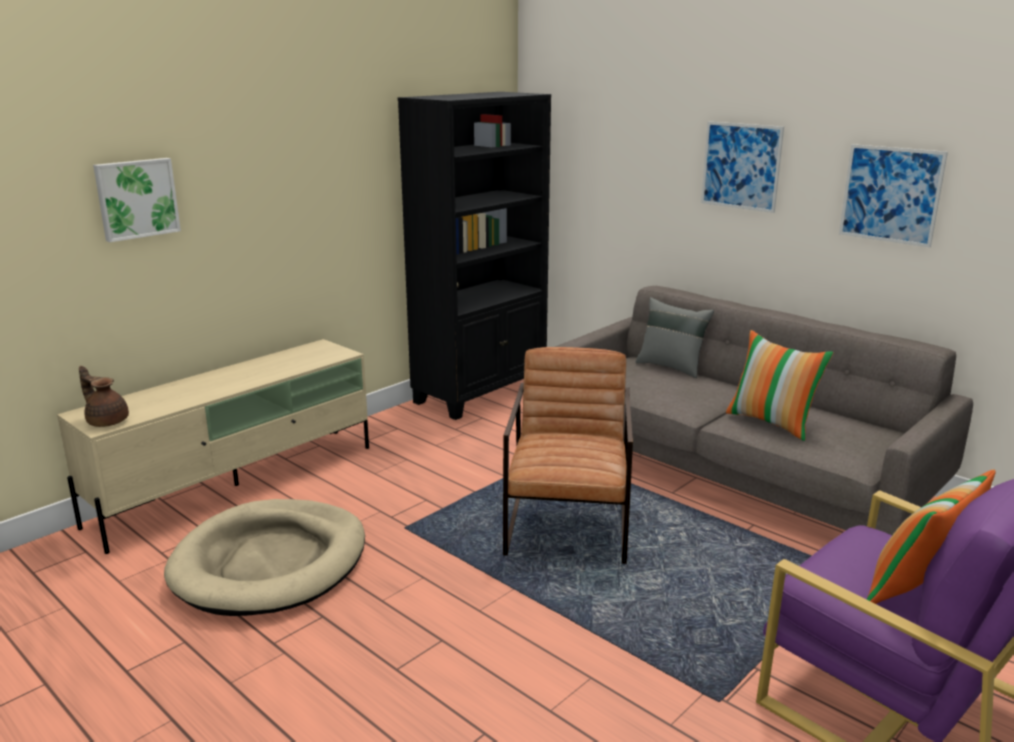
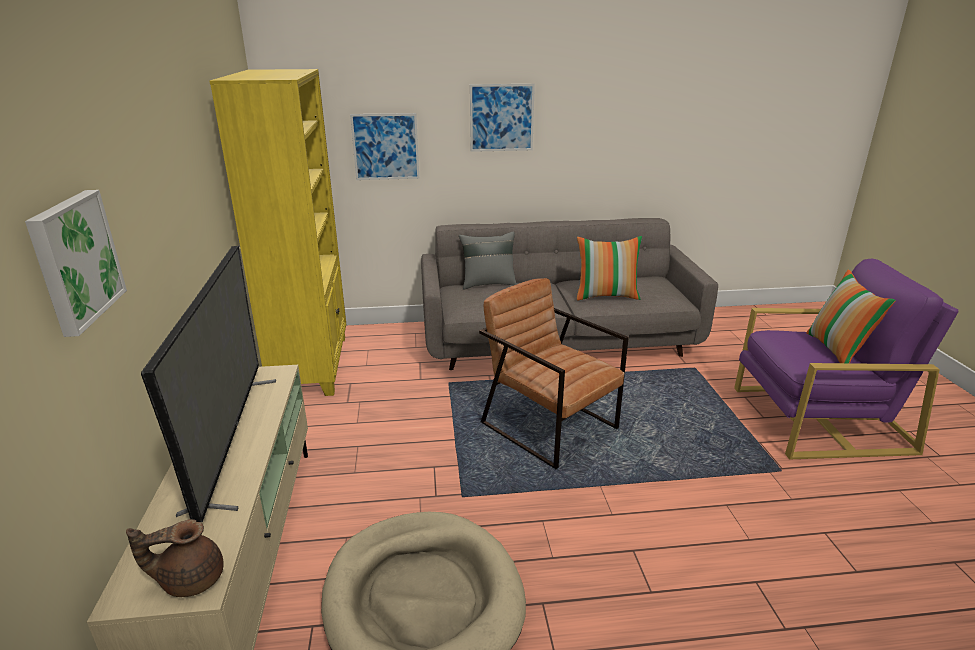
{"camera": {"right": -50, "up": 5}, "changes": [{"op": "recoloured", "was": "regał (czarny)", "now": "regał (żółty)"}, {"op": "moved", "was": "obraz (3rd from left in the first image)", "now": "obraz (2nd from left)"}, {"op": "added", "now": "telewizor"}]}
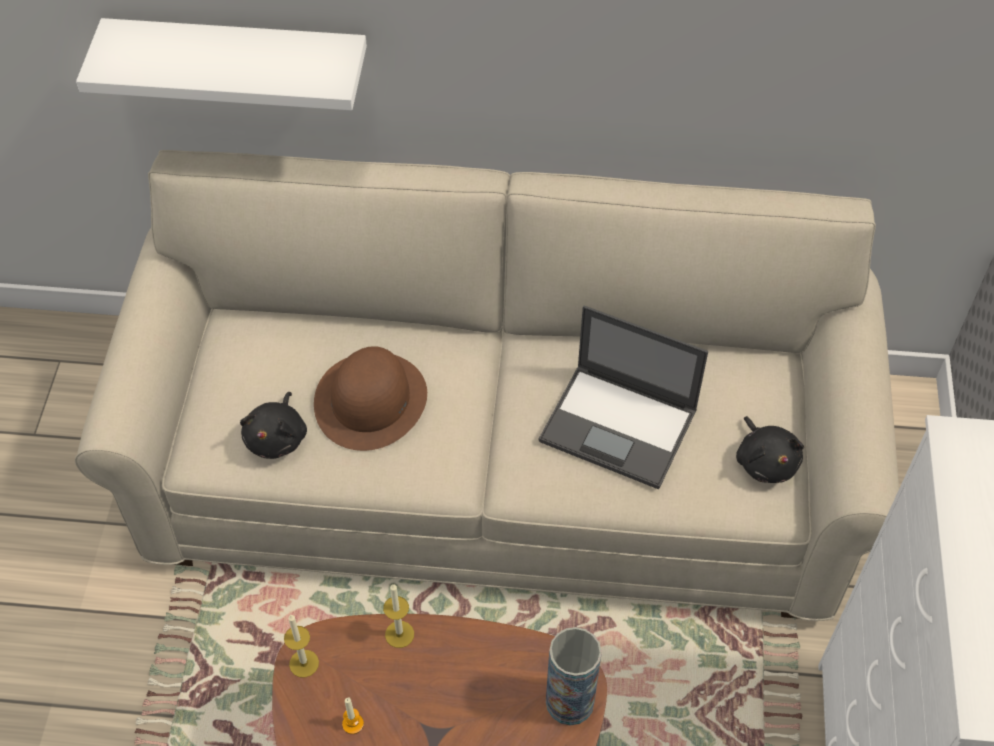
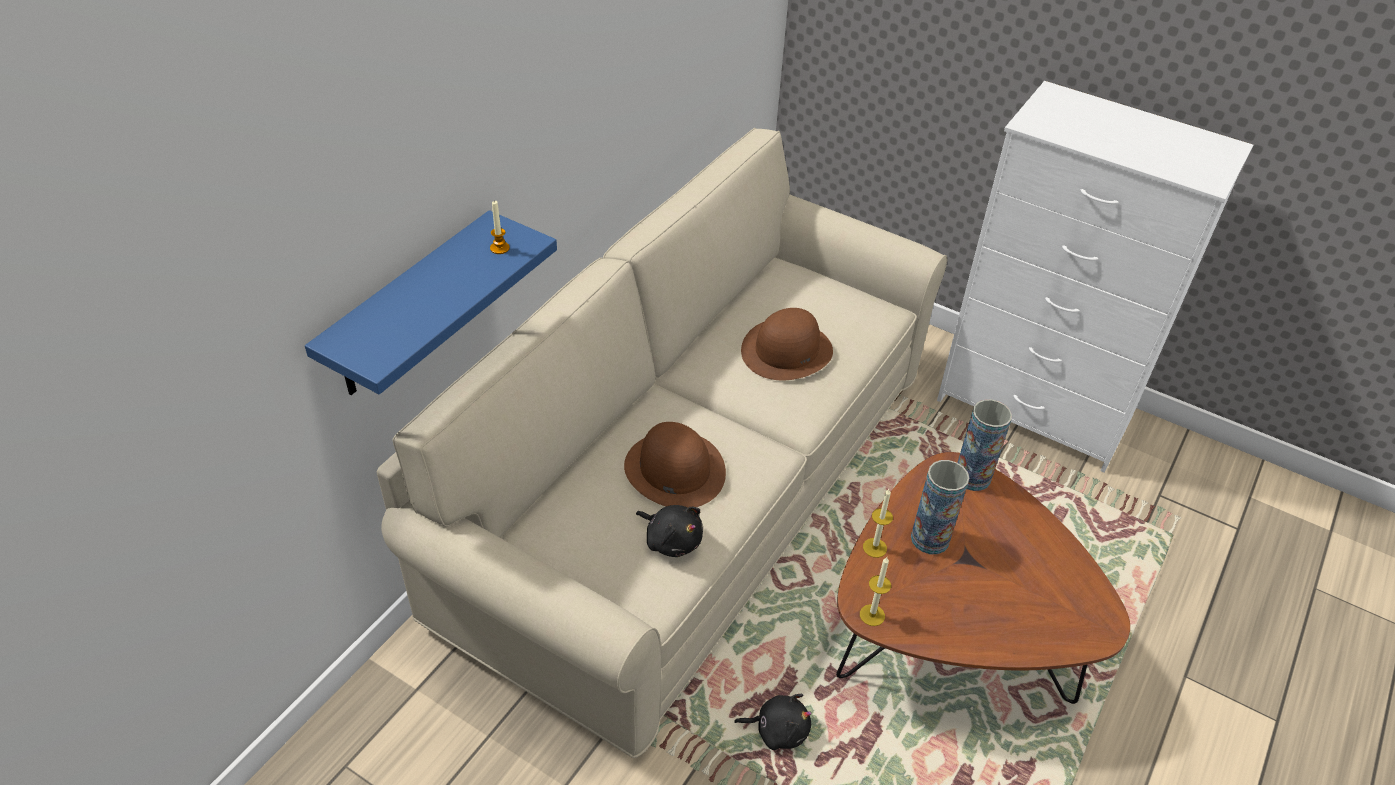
{"camera": {"right": -65, "up": -10}, "changes": [{"op": "recoloured", "was": "półka (biały)", "now": "półka (niebieski)"}, {"op": "replaced", "was": "laptop", "now": "kapelusz (brązowy) (2nd from left)"}, {"op": "moved", "was": "pluszak (czarny) (2nd from left)"}, {"op": "moved", "was": "świeca (2nd from left in the first image)", "now": "świeca (1st from left)"}, {"op": "added", "now": "wazon (1st from left)"}]}
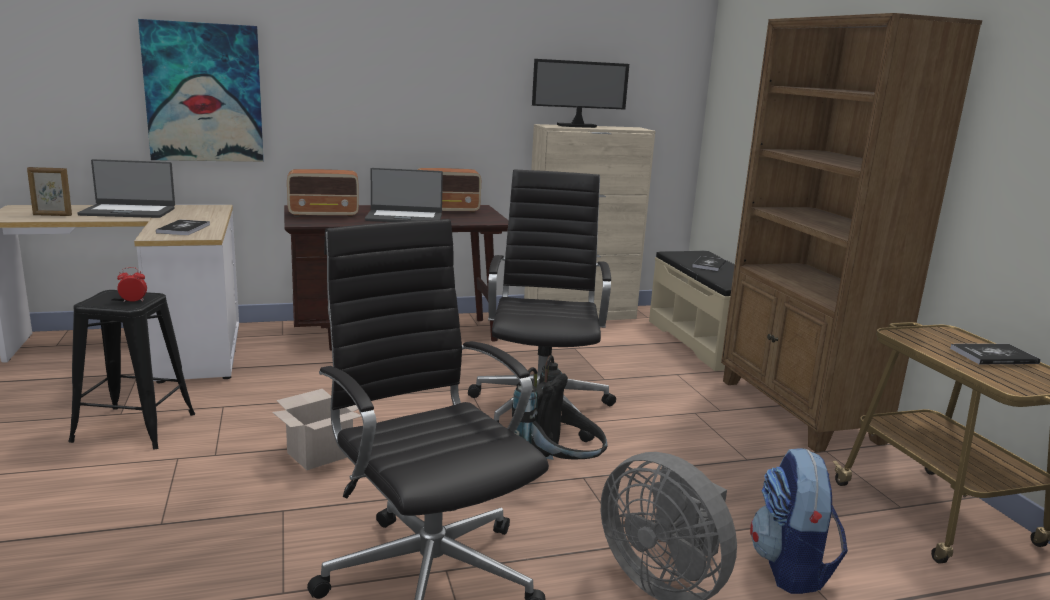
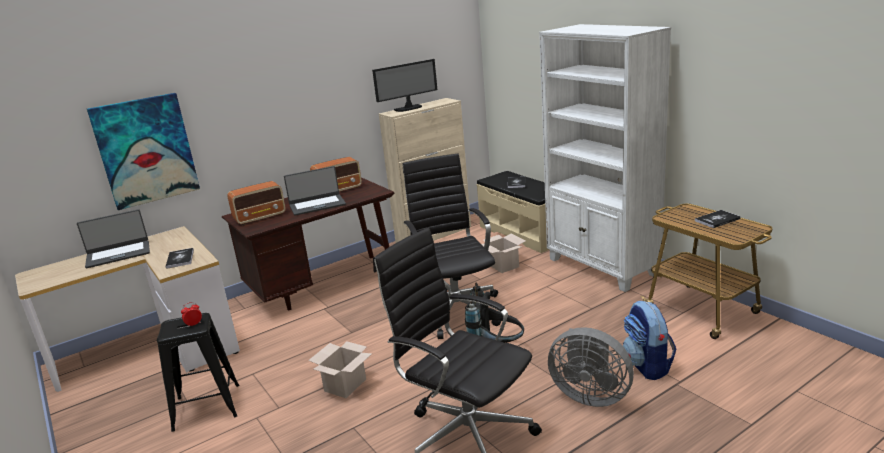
{"camera": {"right": -15, "up": 5}, "changes": [{"op": "recoloured", "was": "regał (brązowy)", "now": "regał (biały)"}, {"op": "removed", "was": "ramka na zdjęcie"}, {"op": "added", "now": "karton (2nd from left)"}]}
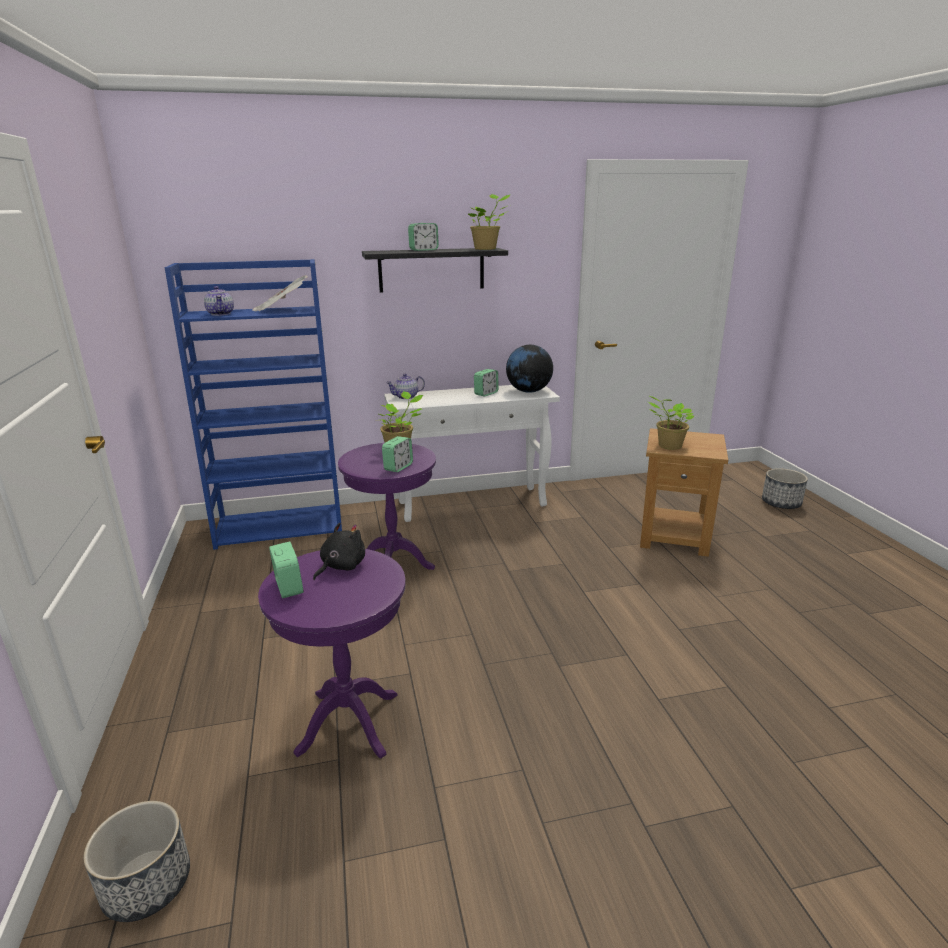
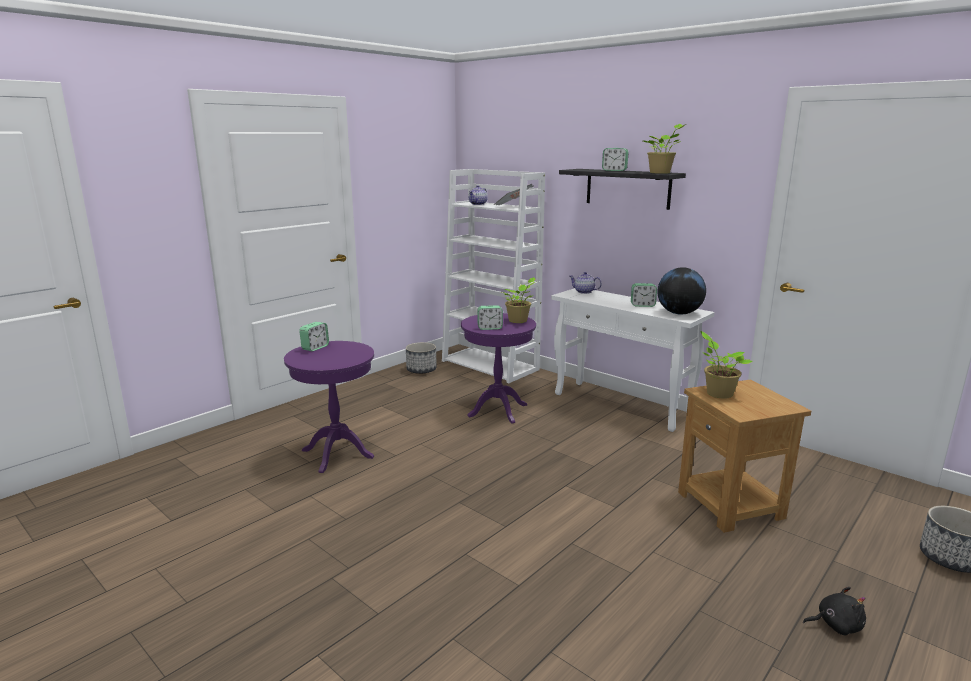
{"camera": {"right": 55, "up": -5}, "changes": [{"op": "recoloured", "was": "regał (niebieski)", "now": "regał (biały)"}, {"op": "moved", "was": "pluszak (czarny)"}, {"op": "moved", "was": "donica (1st from left)"}]}
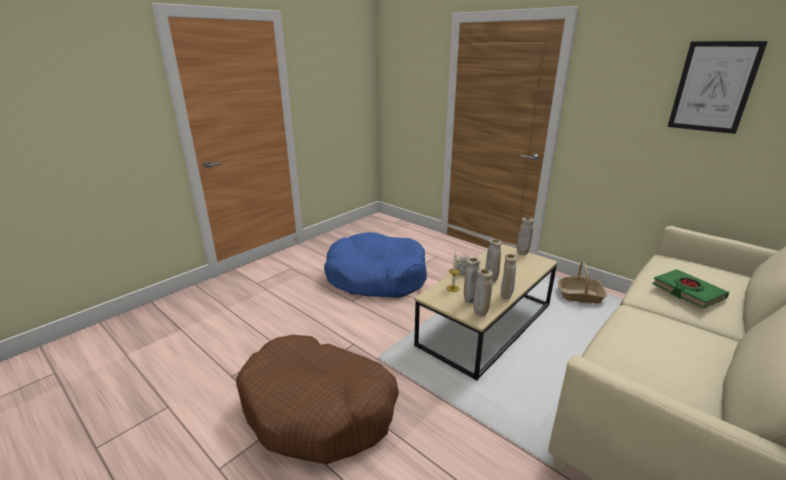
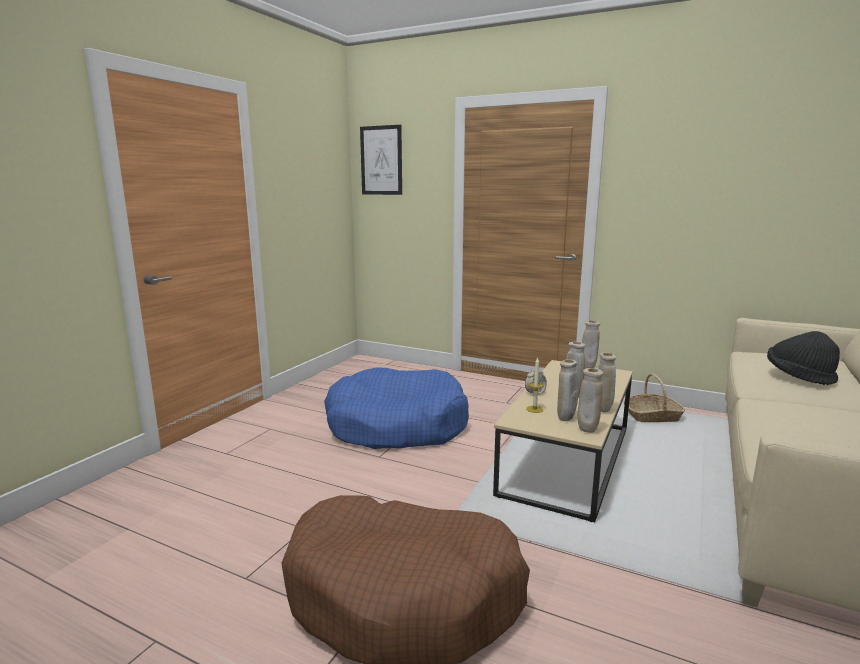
{"camera": {"right": -15, "up": -10}, "changes": [{"op": "moved", "was": "obraz"}, {"op": "replaced", "was": "książka (zielony)", "now": "kapelusz (czarny)"}]}
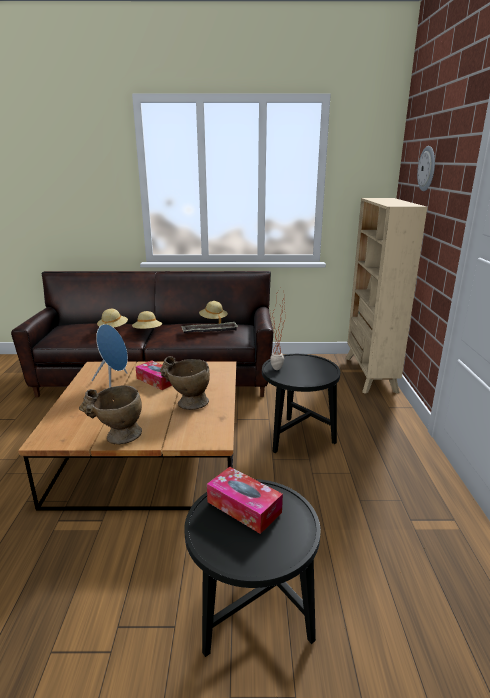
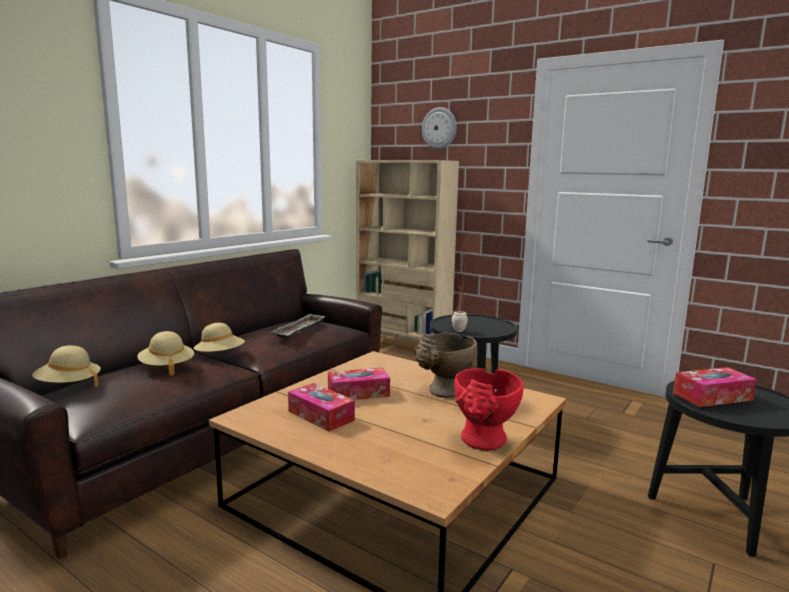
{"camera": {"right": -55, "up": -10}, "changes": [{"op": "moved", "was": "kapelusz (beżowy) (3rd from left in the first image)", "now": "kapelusz (beżowy) (1st from left)"}, {"op": "replaced", "was": "głośnik (niebieski)", "now": "pudełko chusteczek (1st from left)"}, {"op": "recoloured", "was": "wazon (beżowy) (1st from left)", "now": "wazon (czerwony)"}]}
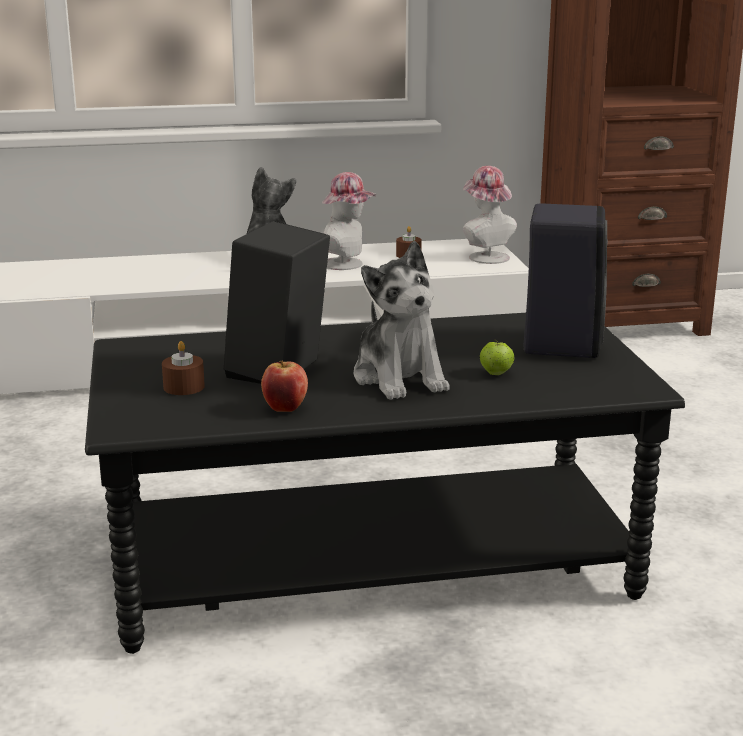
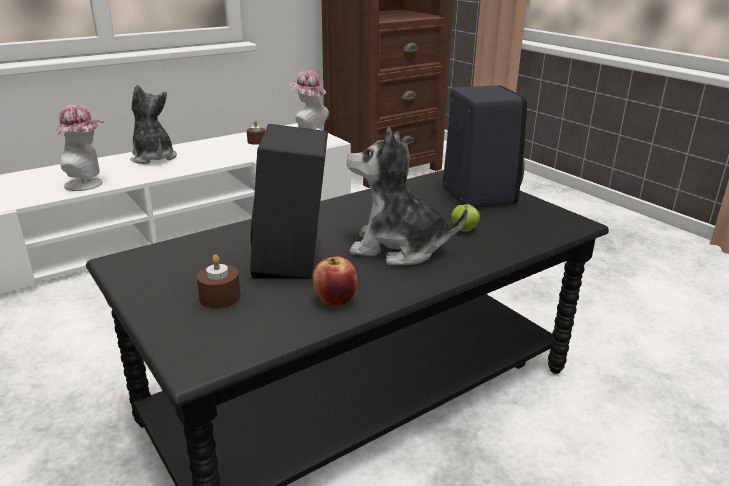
{"camera": {"right": -25, "up": 5}, "changes": [{"op": "moved", "was": "kapelusz (1st from left)"}, {"op": "turned", "was": "pluszak (2nd from left)", "clockwise": 150}]}
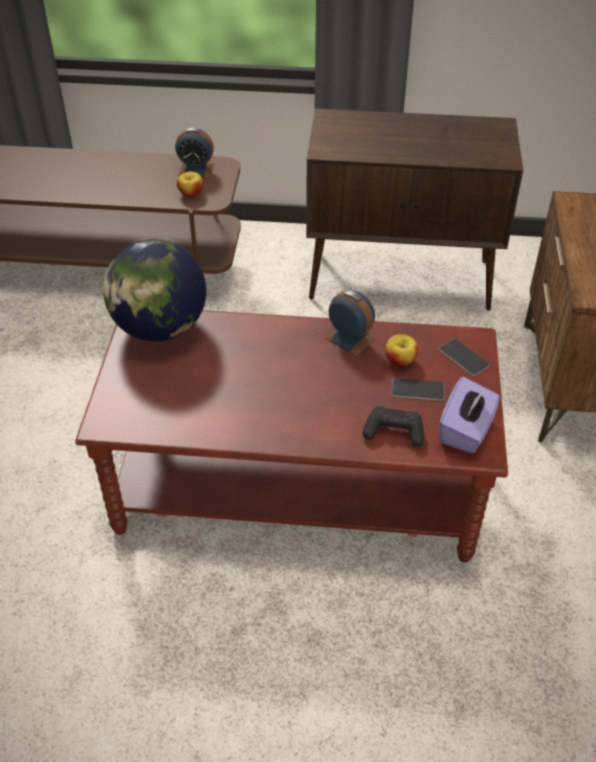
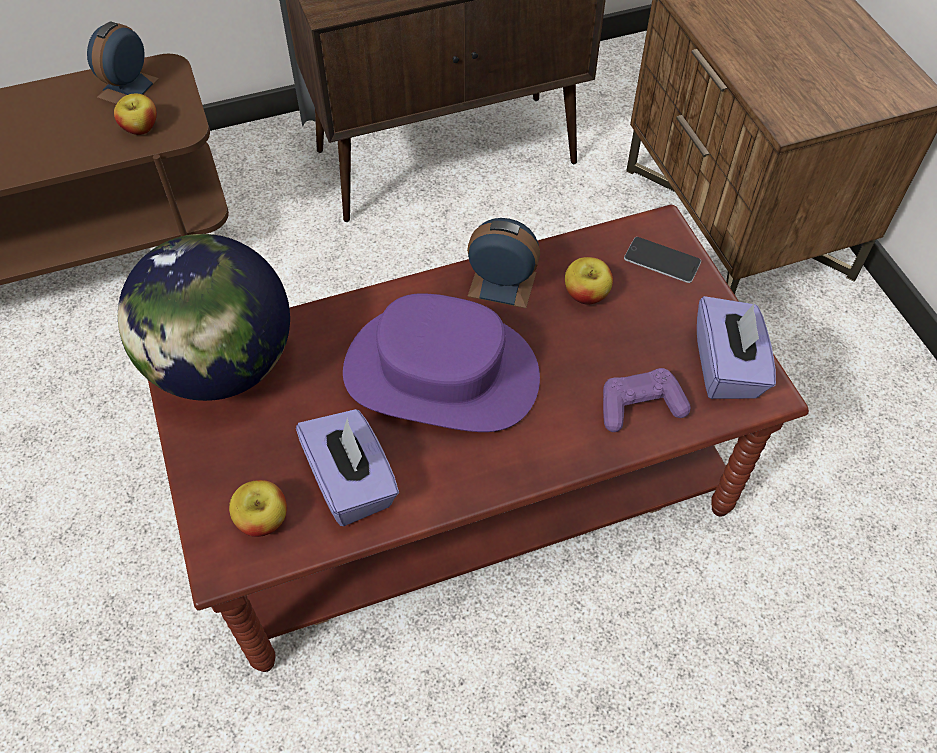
{"camera": {"right": -25, "up": 10}, "changes": [{"op": "turned", "was": "budzik (1st from left)", "clockwise": 135}, {"op": "removed", "was": "telefon (1st from left)"}, {"op": "recoloured", "was": "pad do gier (czarny)", "now": "pad do gier (fioletowy)"}, {"op": "added", "now": "kapelusz (fioletowy)"}, {"op": "added", "now": "pudełko chusteczek (fioletowy) (1st from left)"}, {"op": "added", "now": "jabłko (2nd from left)"}]}
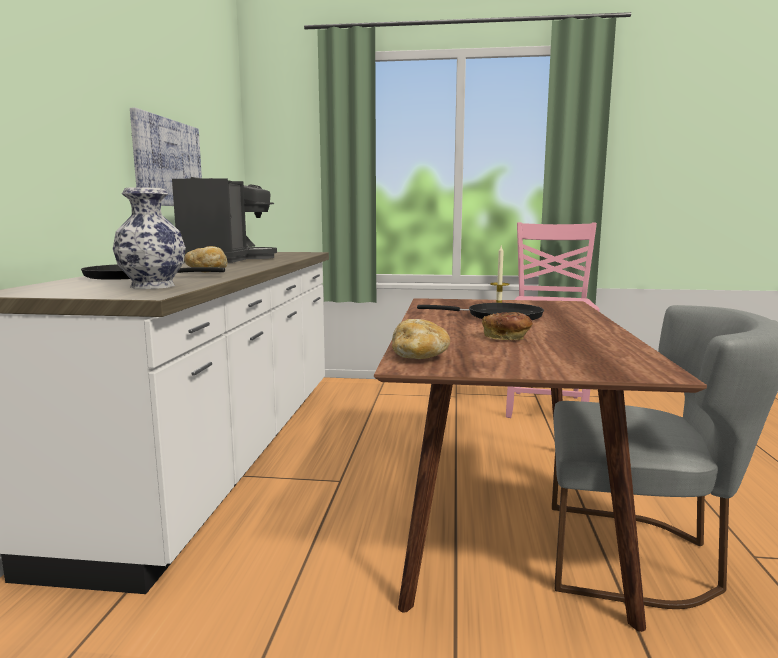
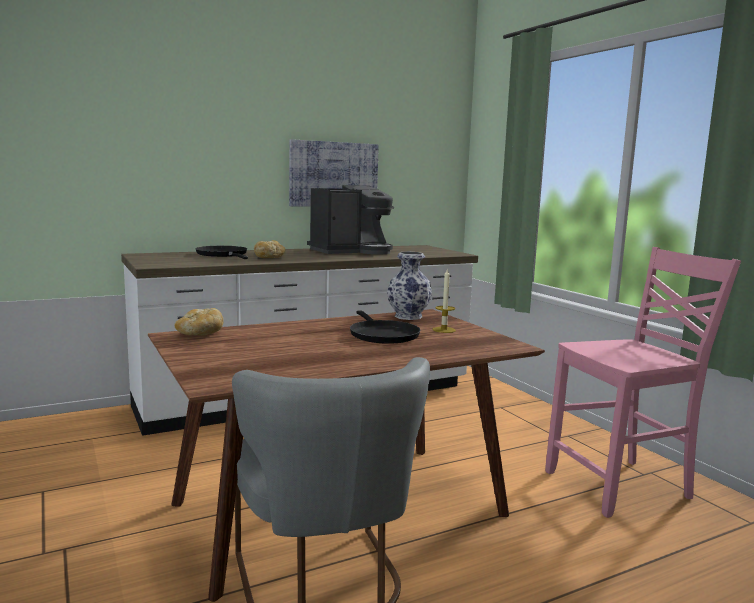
{"camera": {"right": 55, "up": 0}, "changes": [{"op": "moved", "was": "wazon"}, {"op": "removed", "was": "chleb (3rd from left)"}]}
